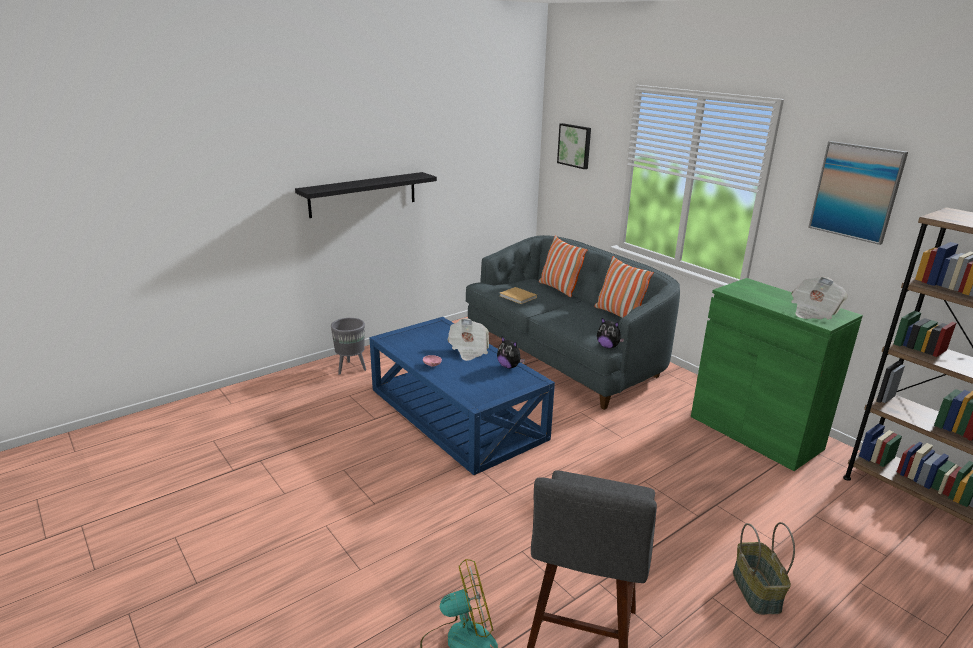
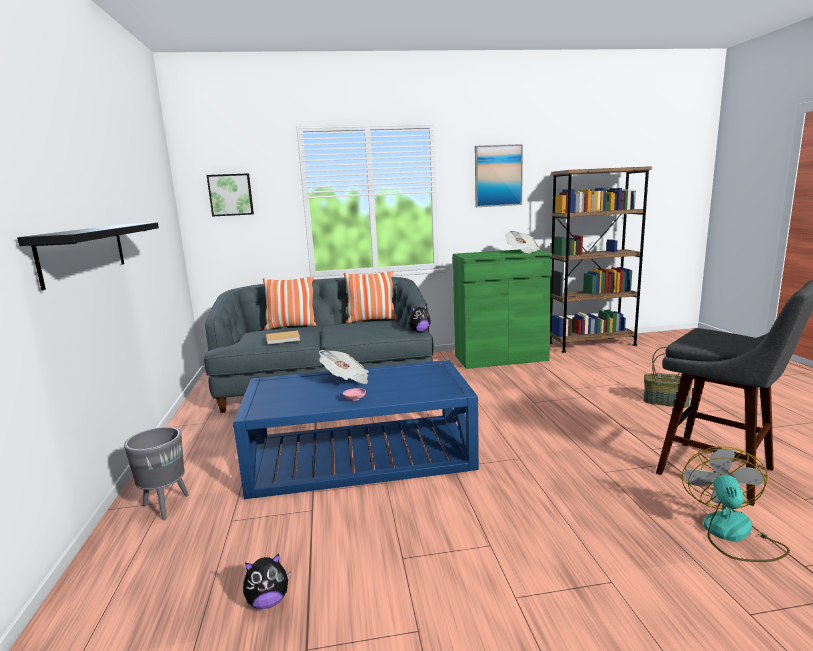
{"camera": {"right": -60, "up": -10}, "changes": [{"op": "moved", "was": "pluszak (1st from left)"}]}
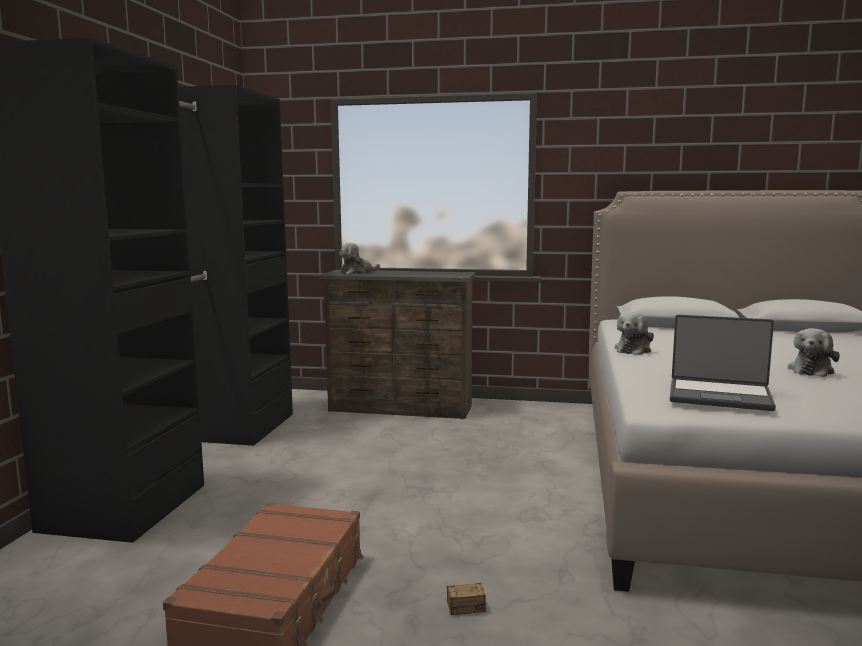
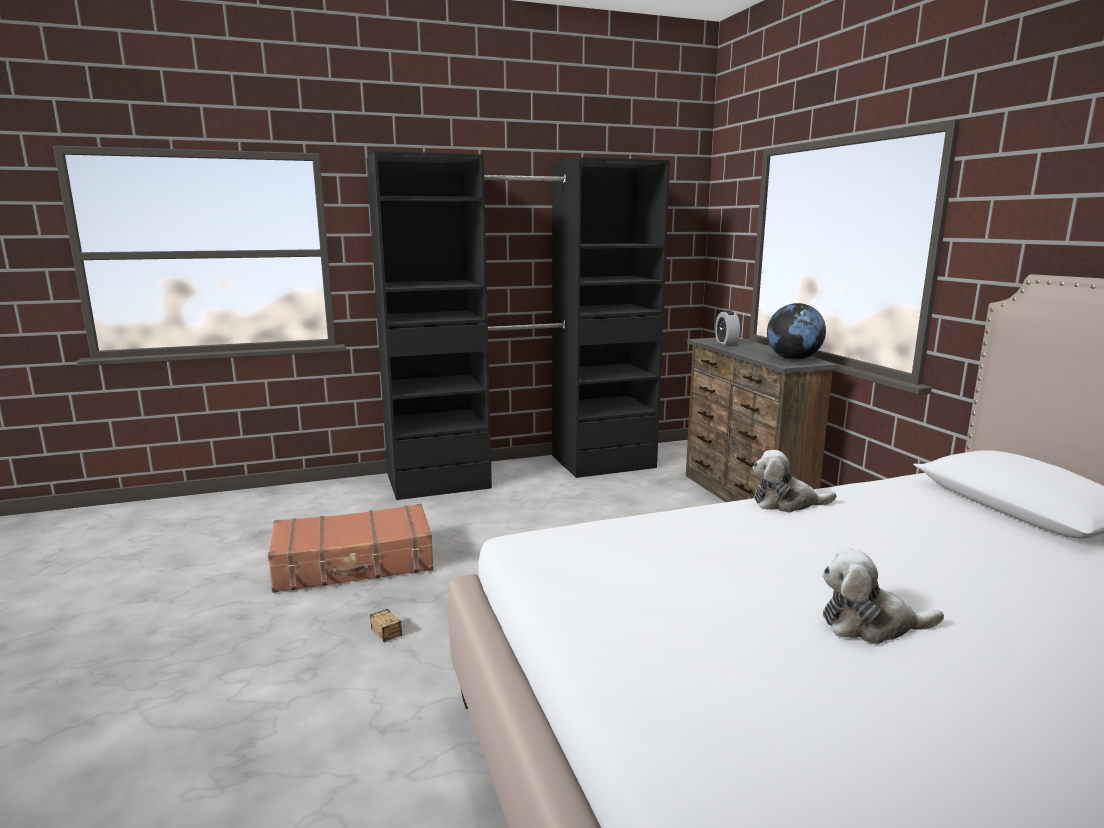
{"camera": {"right": 60, "up": 5}, "changes": [{"op": "replaced", "was": "pluszak (1st from left)", "now": "budzik"}, {"op": "removed", "was": "laptop"}, {"op": "added", "now": "globus"}]}
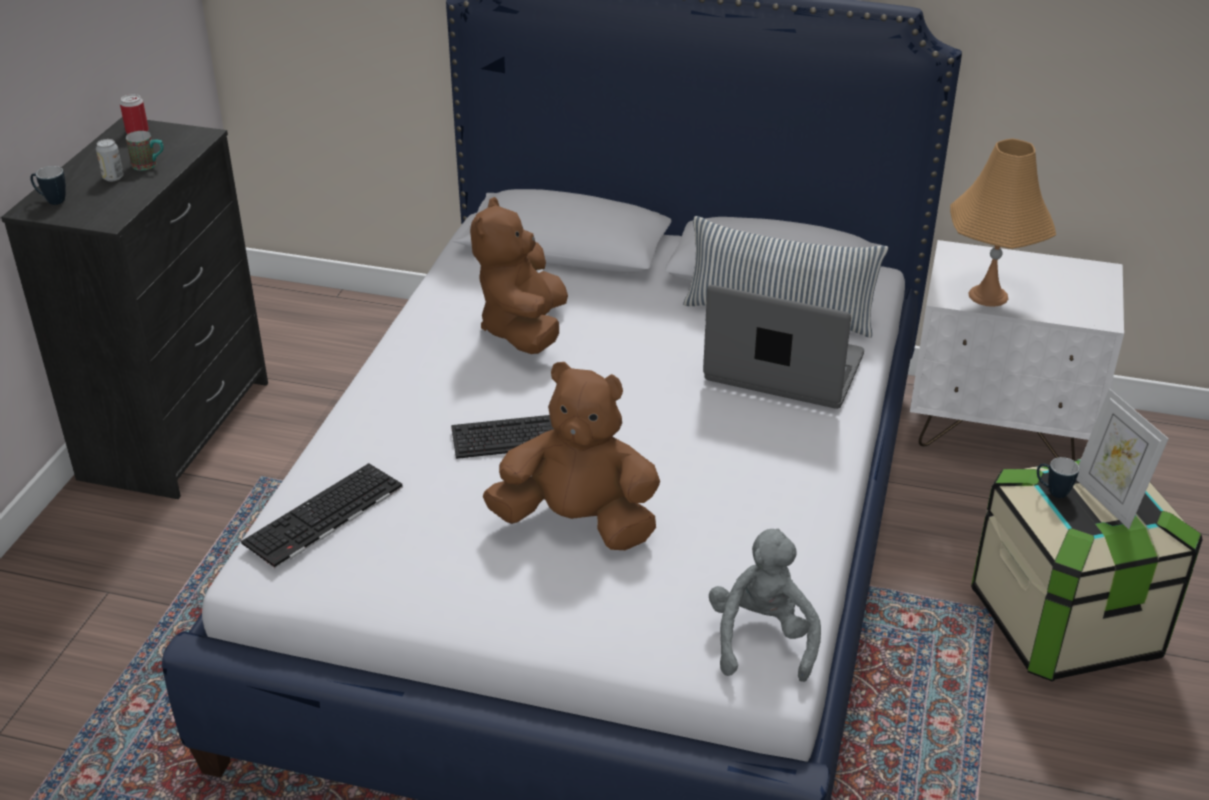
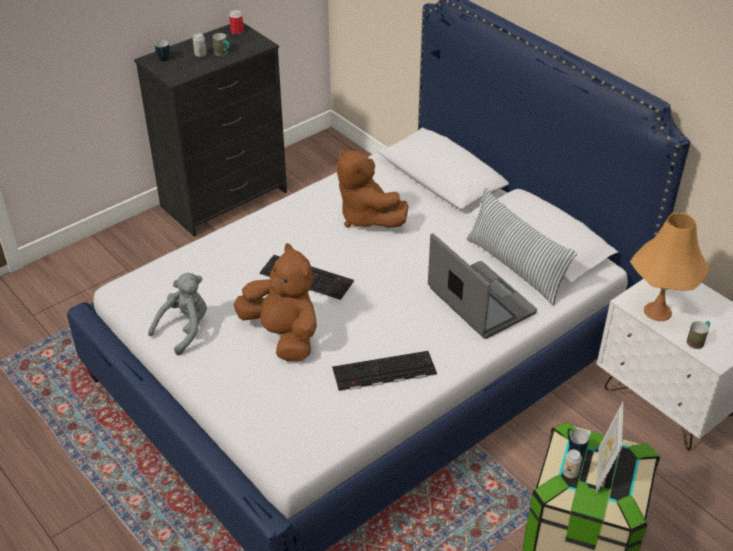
{"camera": {"right": 35, "up": 5}, "changes": [{"op": "turned", "was": "pluszak (brązowy) (1st from left in the first image)", "clockwise": -75}, {"op": "moved", "was": "klawiatura (1st from left in the first image)", "now": "klawiatura (2nd from left)"}, {"op": "moved", "was": "pluszak (szary)"}, {"op": "added", "now": "kubek (4th from left)"}, {"op": "added", "now": "puszka (3rd from left)"}]}
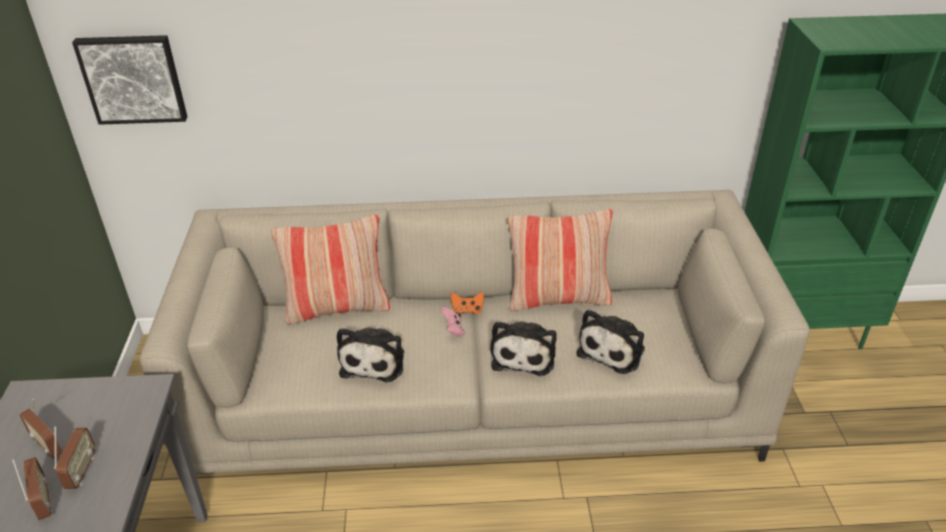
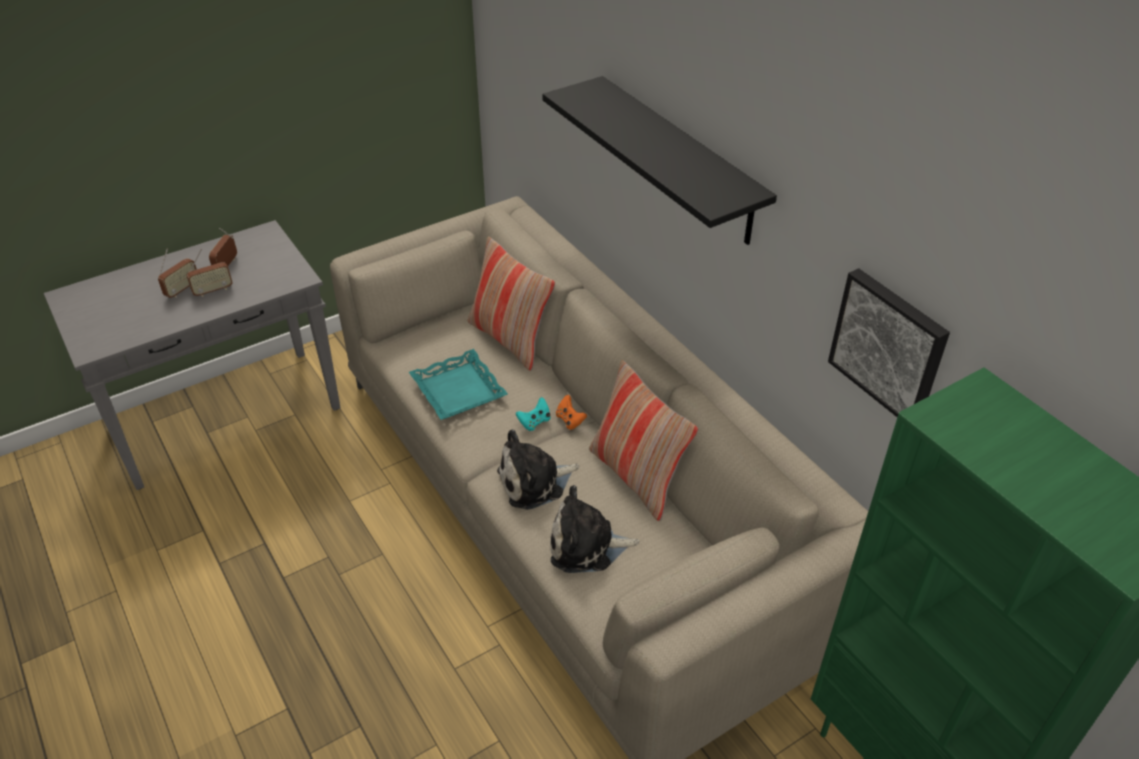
{"camera": {"right": 60, "up": 5}, "changes": [{"op": "moved", "was": "obraz"}, {"op": "recoloured", "was": "pad do gier (różowy)", "now": "pad do gier (turkusowy)"}, {"op": "replaced", "was": "pluszak (1st from left)", "now": "taca (turkusowy)"}, {"op": "added", "now": "półka (czarny)"}]}
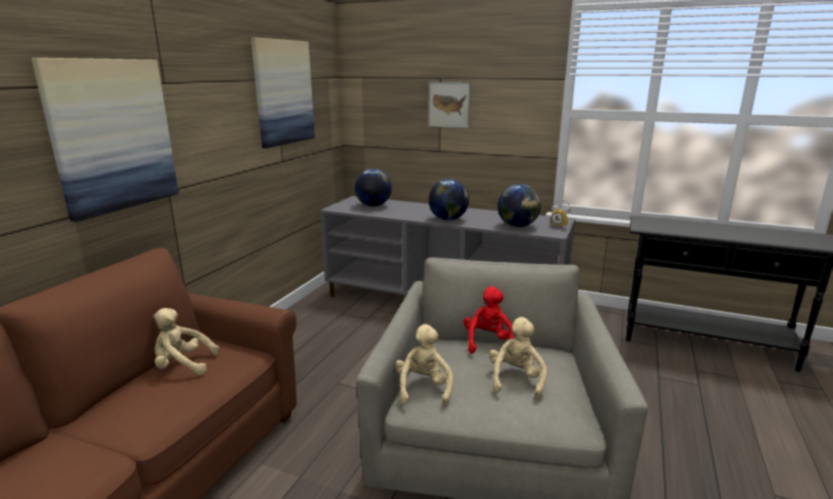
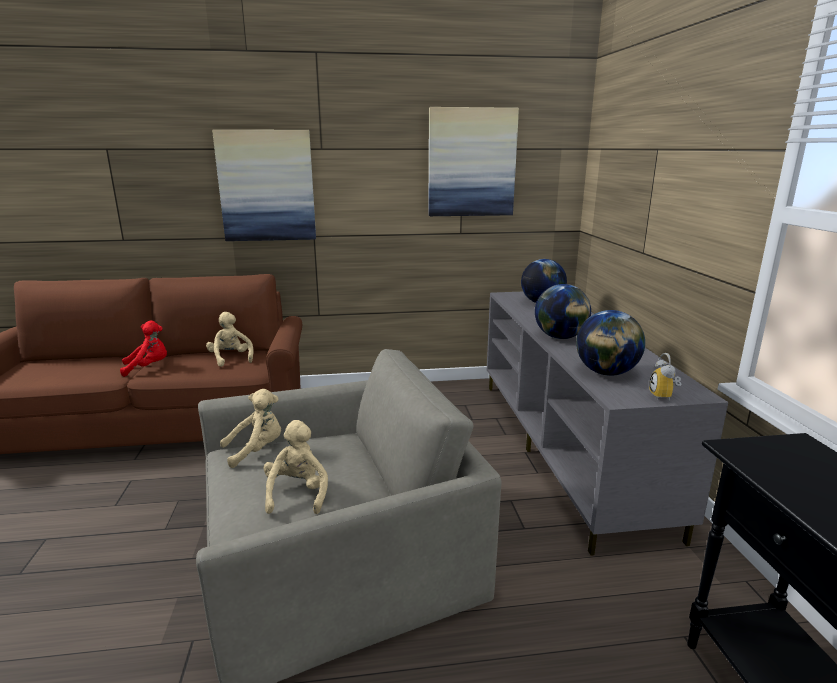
{"camera": {"right": 60, "up": 0}, "changes": [{"op": "removed", "was": "obraz (3rd from left)"}, {"op": "moved", "was": "pluszak (czerwony)"}, {"op": "turned", "was": "pluszak (beżowy) (3rd from left)", "clockwise": -75}]}
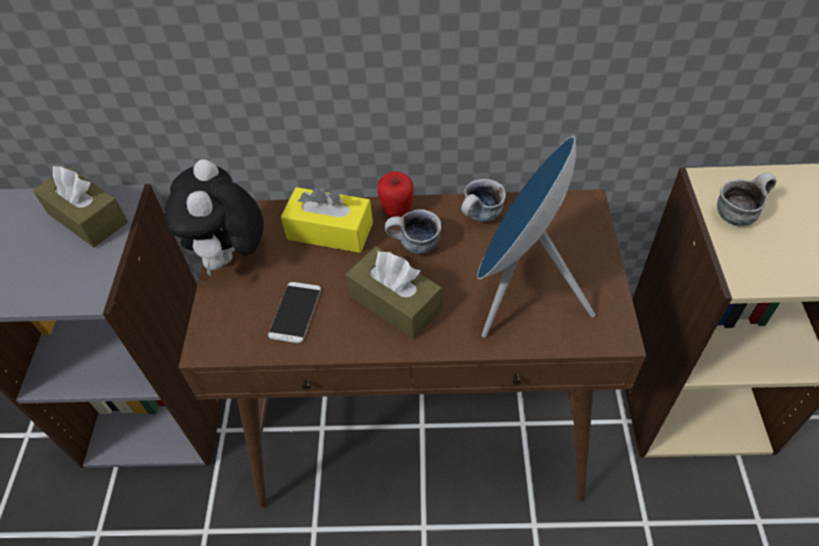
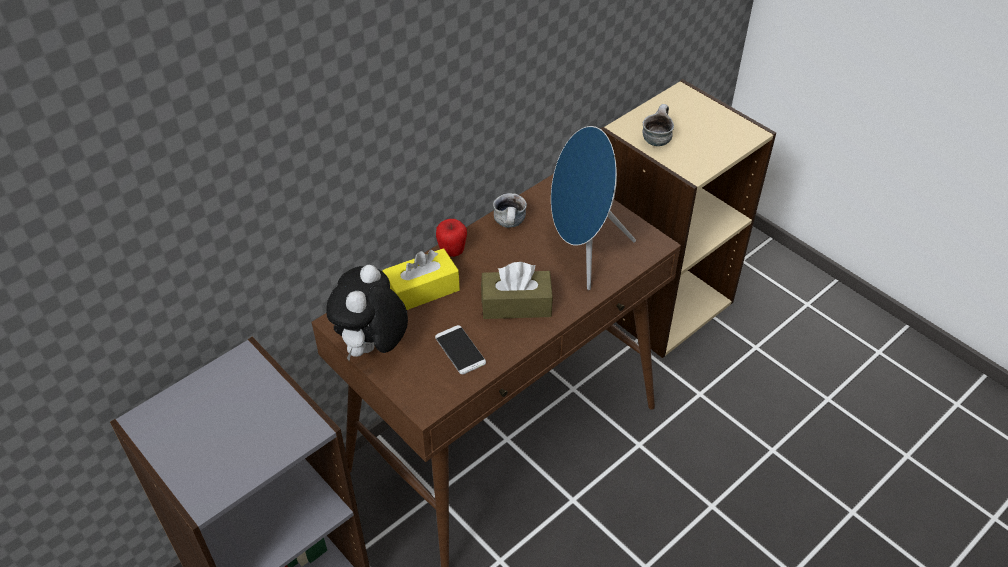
{"camera": {"right": -45, "up": -5}, "changes": [{"op": "turned", "was": "pluszak", "clockwise": 60}, {"op": "removed", "was": "pudełko chusteczek (brązowy) (1st from left)"}, {"op": "removed", "was": "kubek (1st from left)"}]}
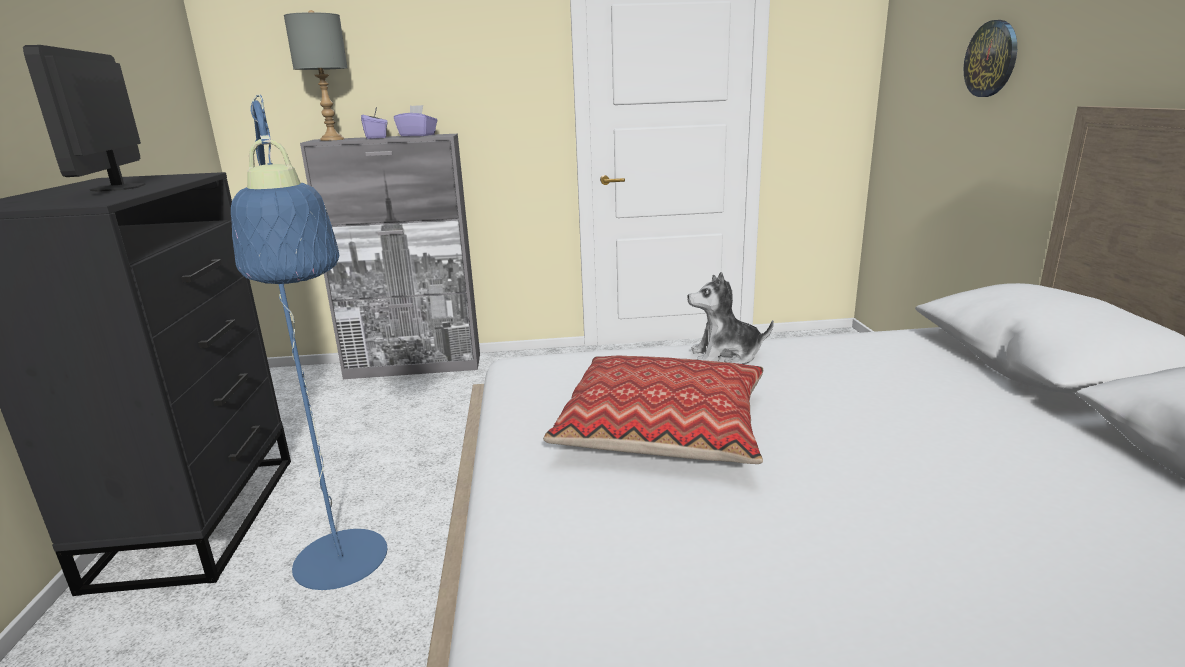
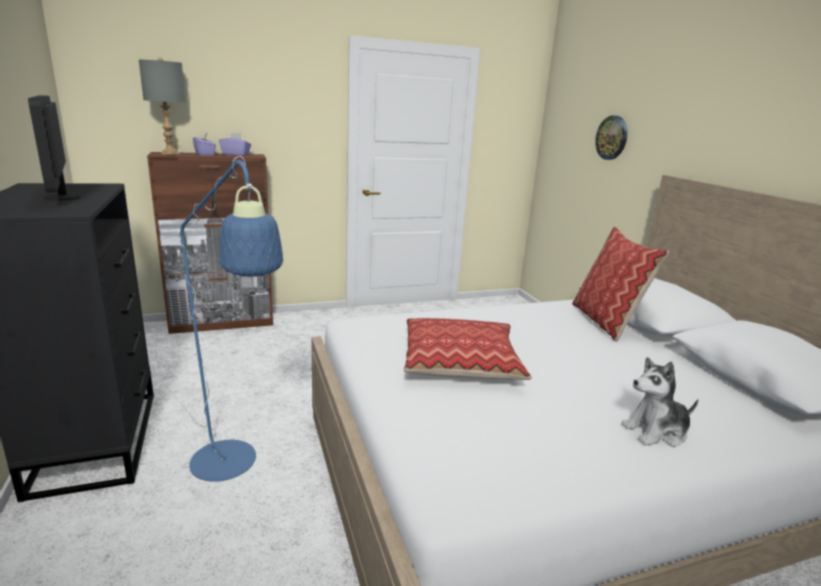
{"camera": {"right": -15, "up": 0}, "changes": [{"op": "recoloured", "was": "szafka (szary)", "now": "szafka (brązowy)"}, {"op": "moved", "was": "pluszak"}, {"op": "added", "now": "poduszka (2nd from left)"}]}
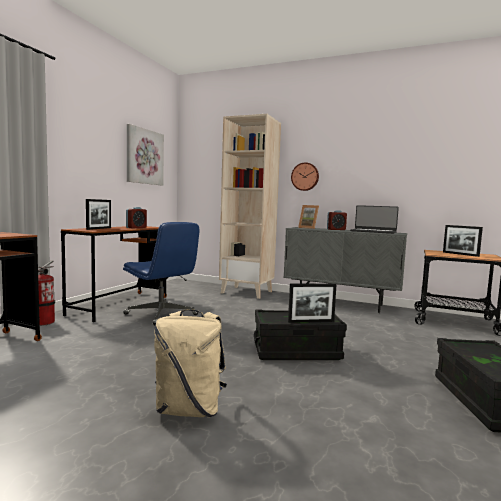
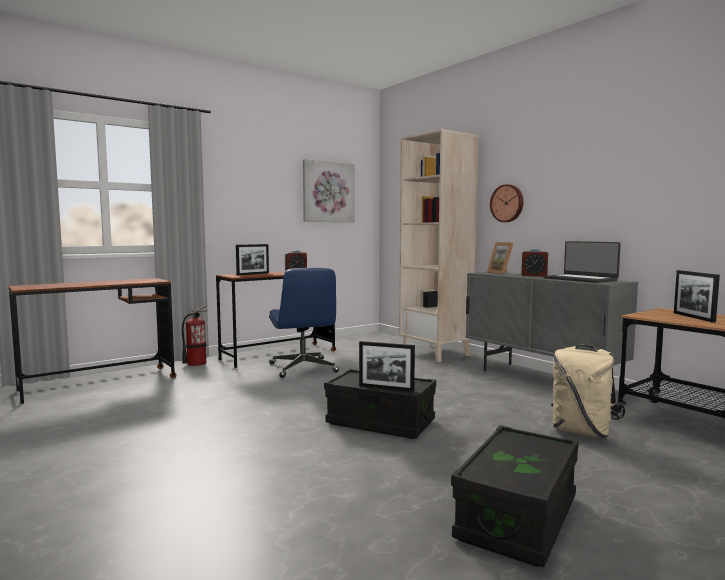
{"camera": {"right": 30, "up": 0}, "changes": [{"op": "moved", "was": "plecak (beżowy)"}]}
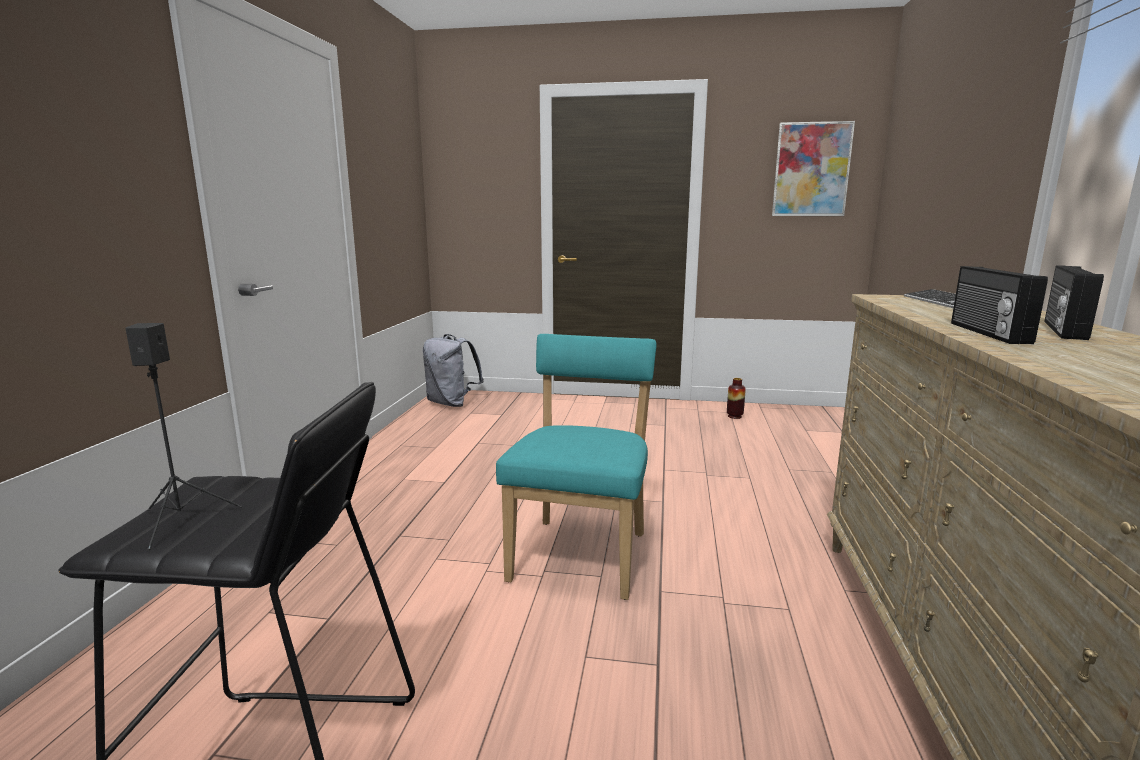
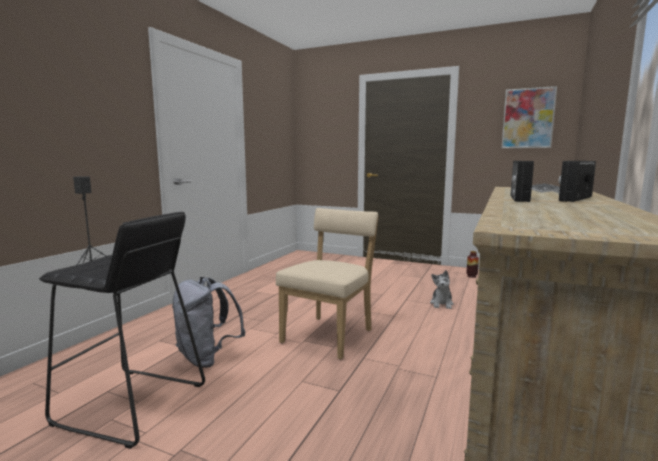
{"camera": {"right": 15, "up": -5}, "changes": [{"op": "moved", "was": "plecak (szary)"}, {"op": "recoloured", "was": "krzesło (turkusowy)", "now": "krzesło (beżowy)"}, {"op": "added", "now": "pluszak"}]}
